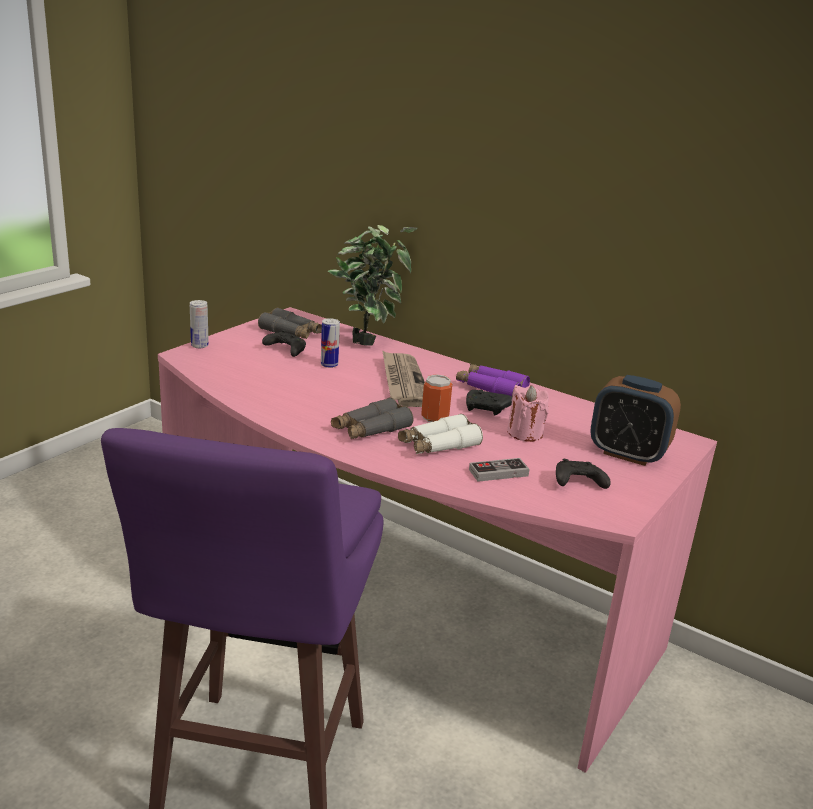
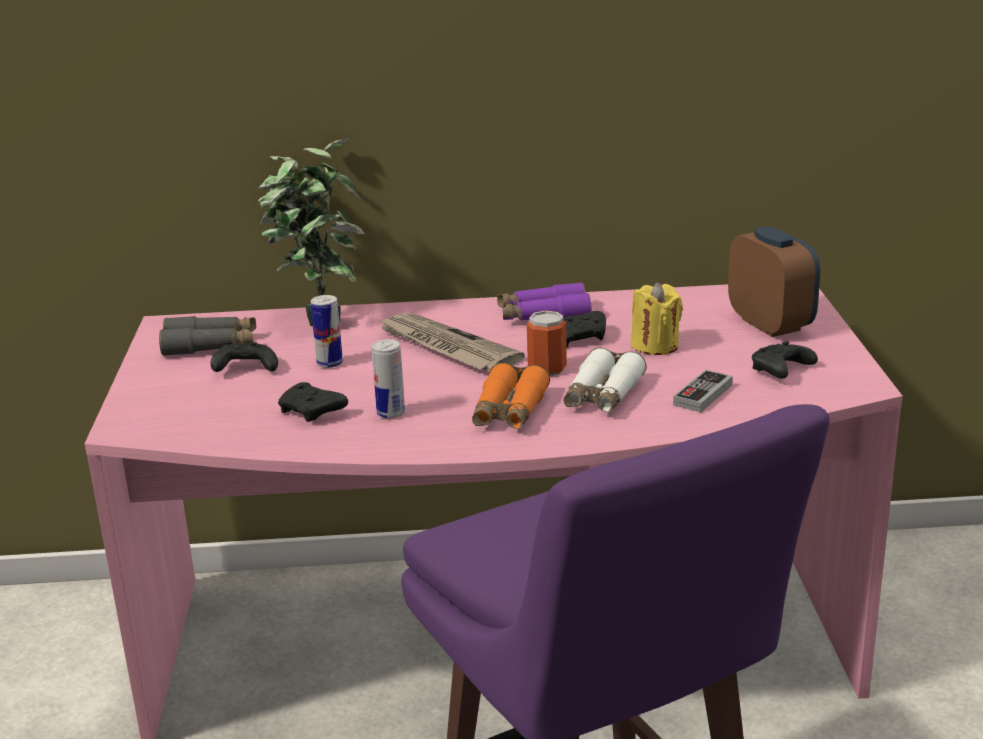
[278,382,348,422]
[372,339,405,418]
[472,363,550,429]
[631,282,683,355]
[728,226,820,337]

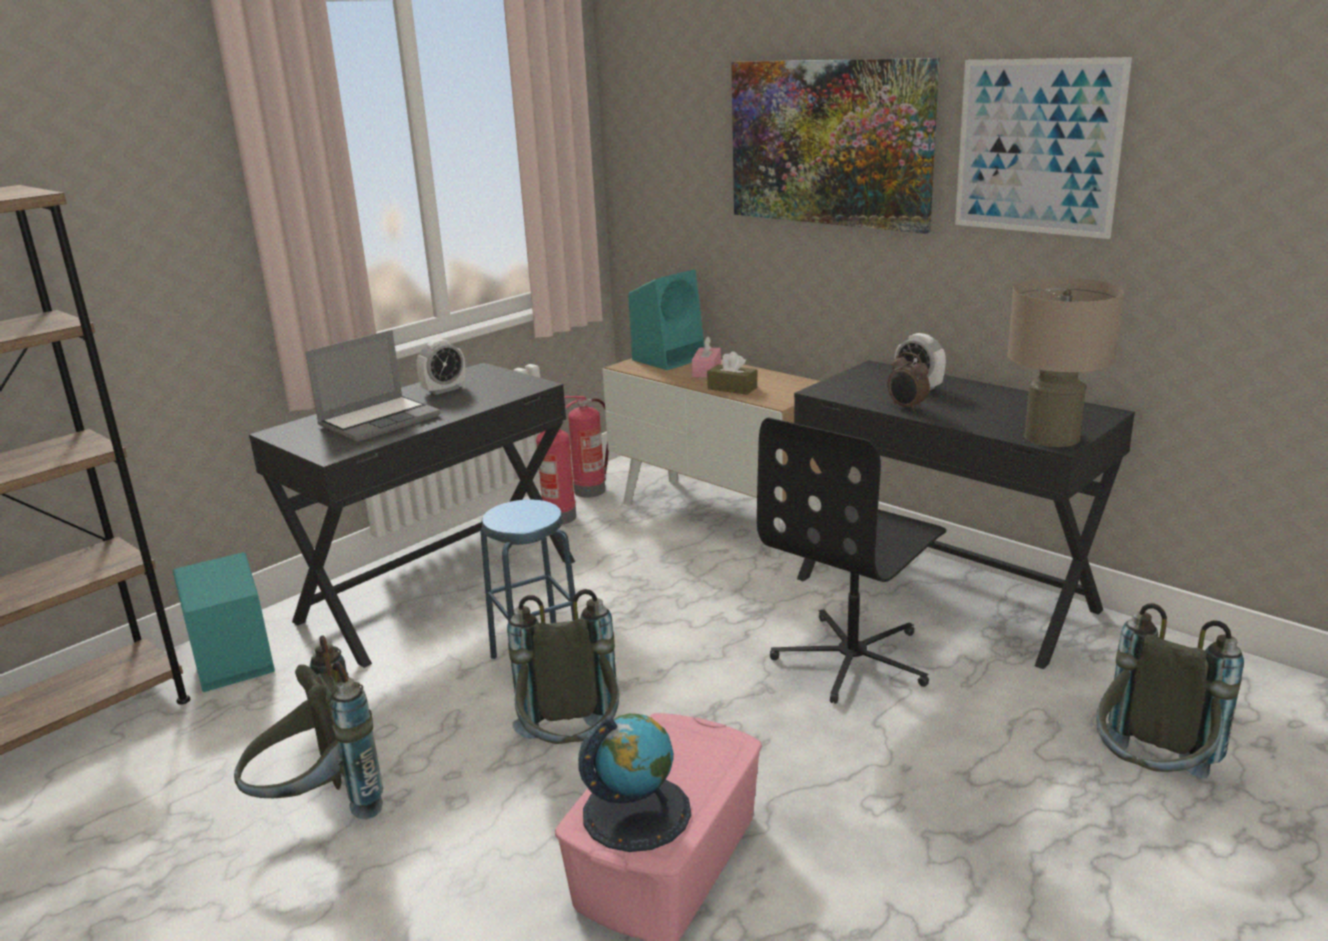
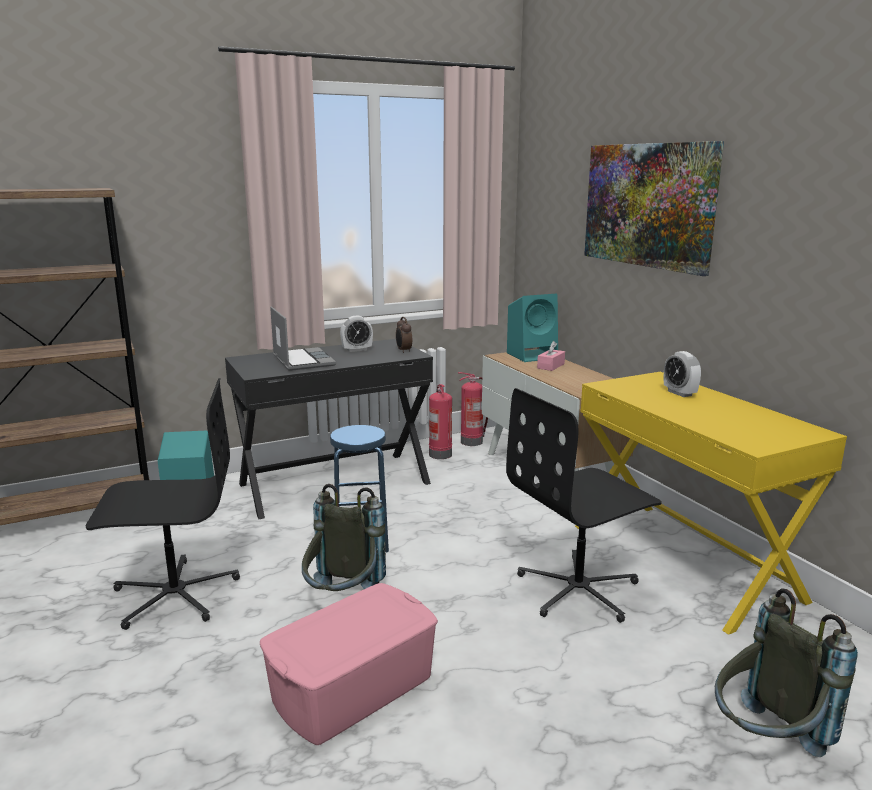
[86,378,240,630]
[270,307,336,371]
[396,317,412,353]
[575,372,847,635]
[578,713,691,852] (first image)
[707,351,757,395] (first image)
[955,57,1132,239] (first image)
[1007,278,1124,447] (first image)

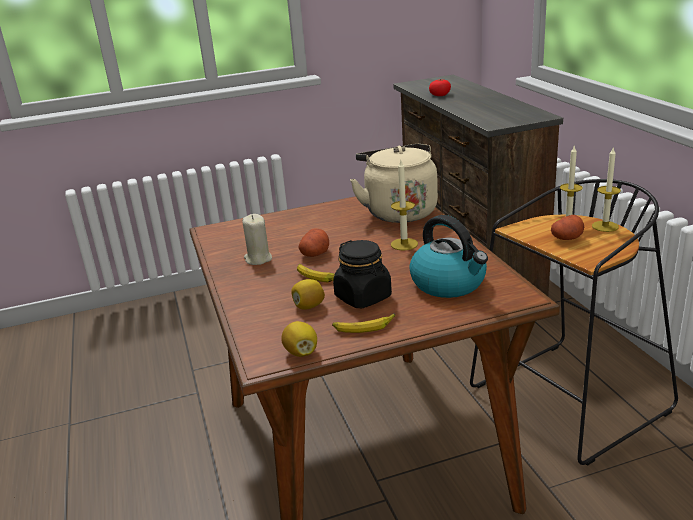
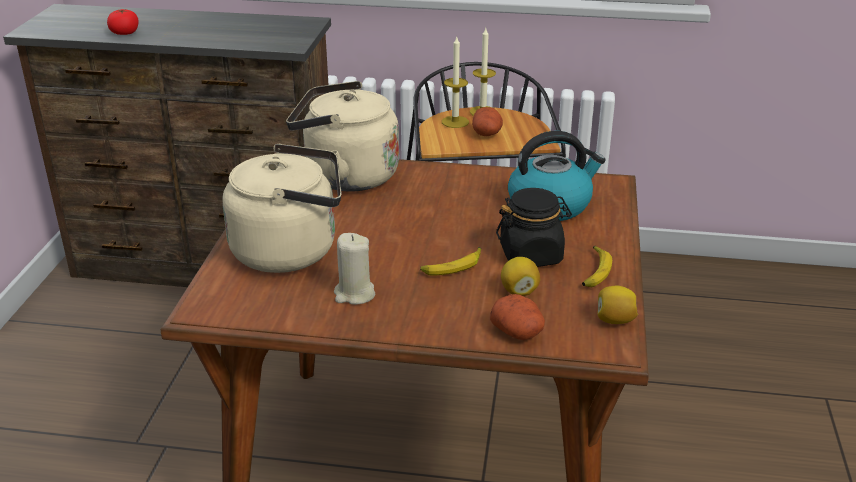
[222,144,341,273]
[490,294,545,340]
[391,161,418,251] (first image)

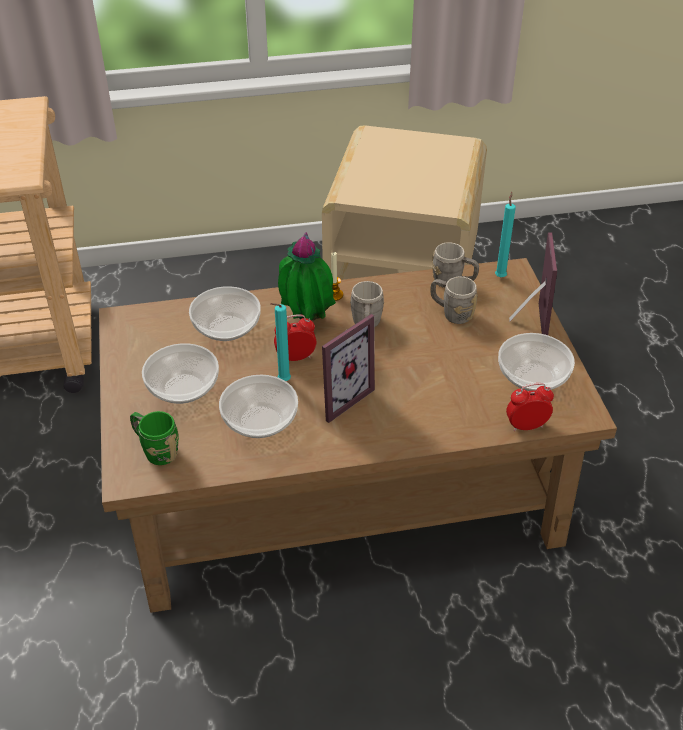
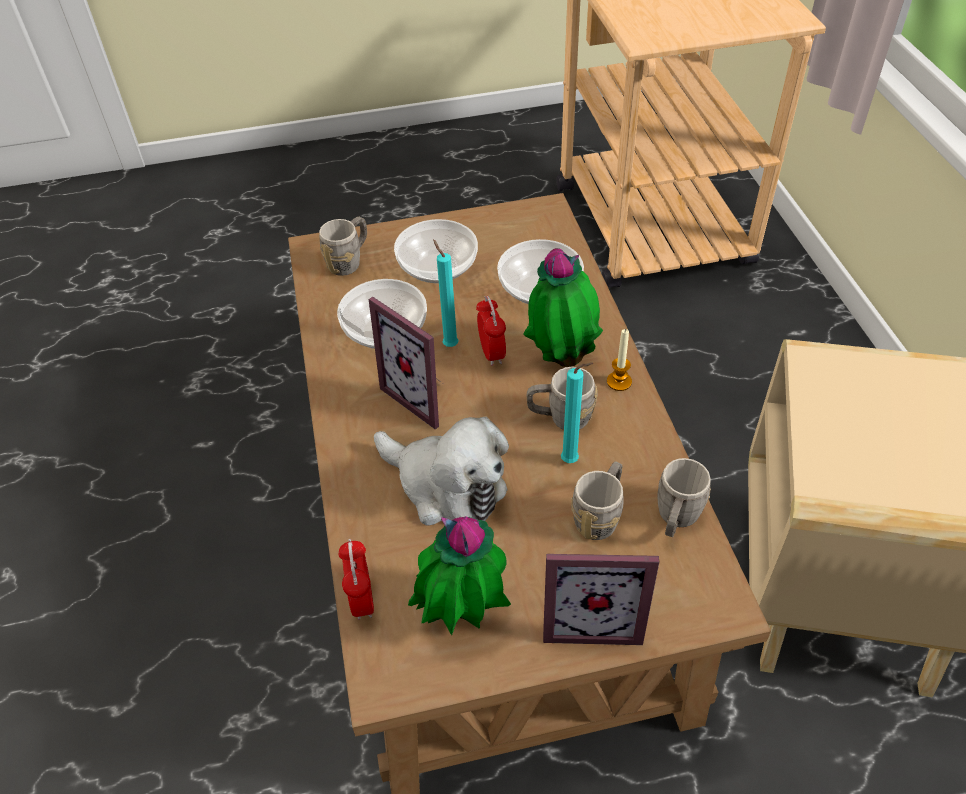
[319,217,367,276]
[374,417,509,526]
[408,516,511,635]
[561,362,593,463]

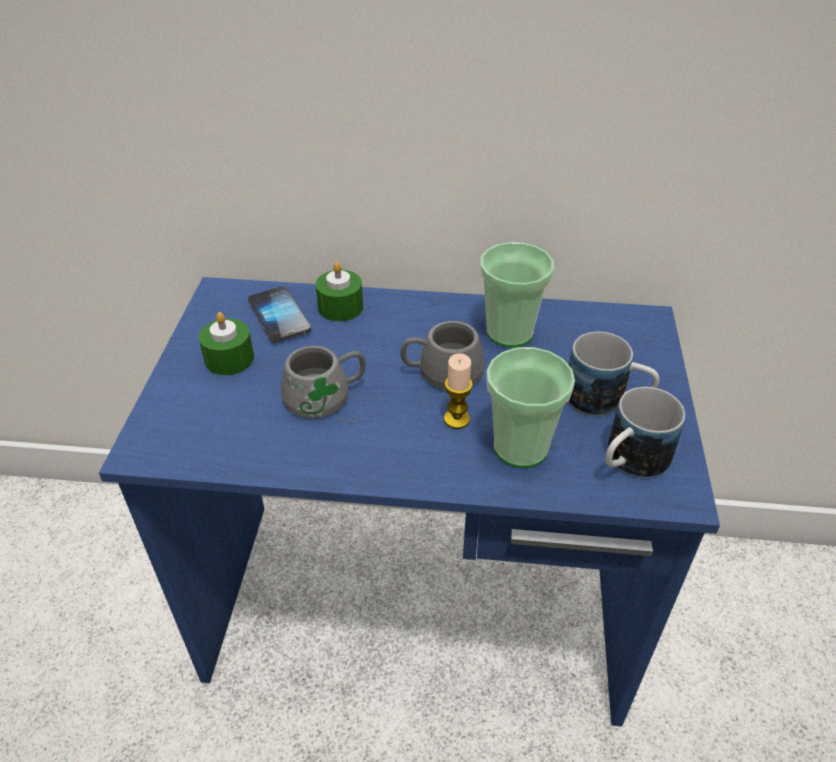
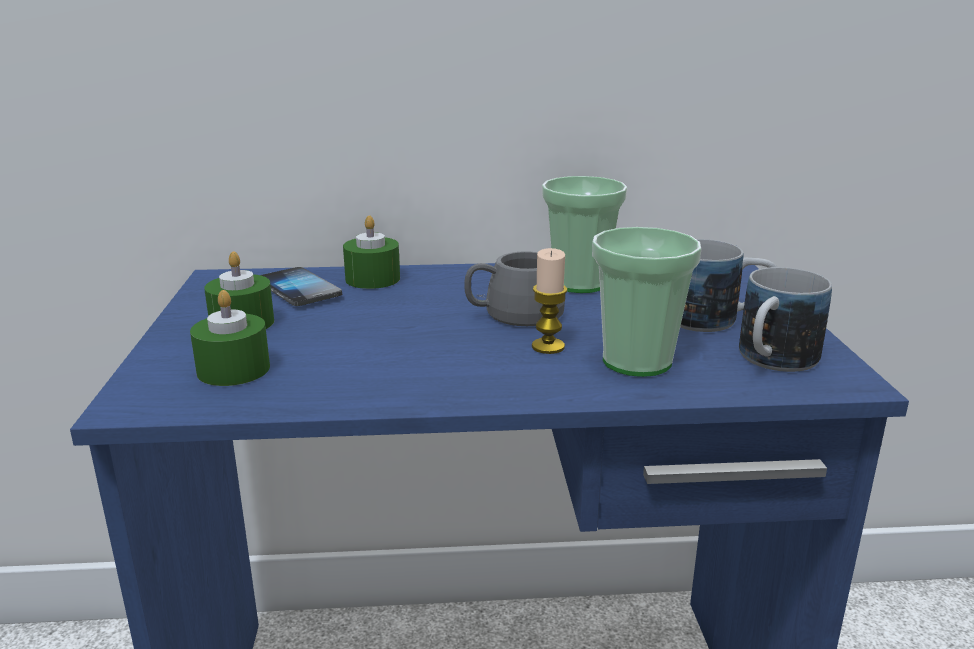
[190,290,270,386]
[281,346,366,423] (first image)

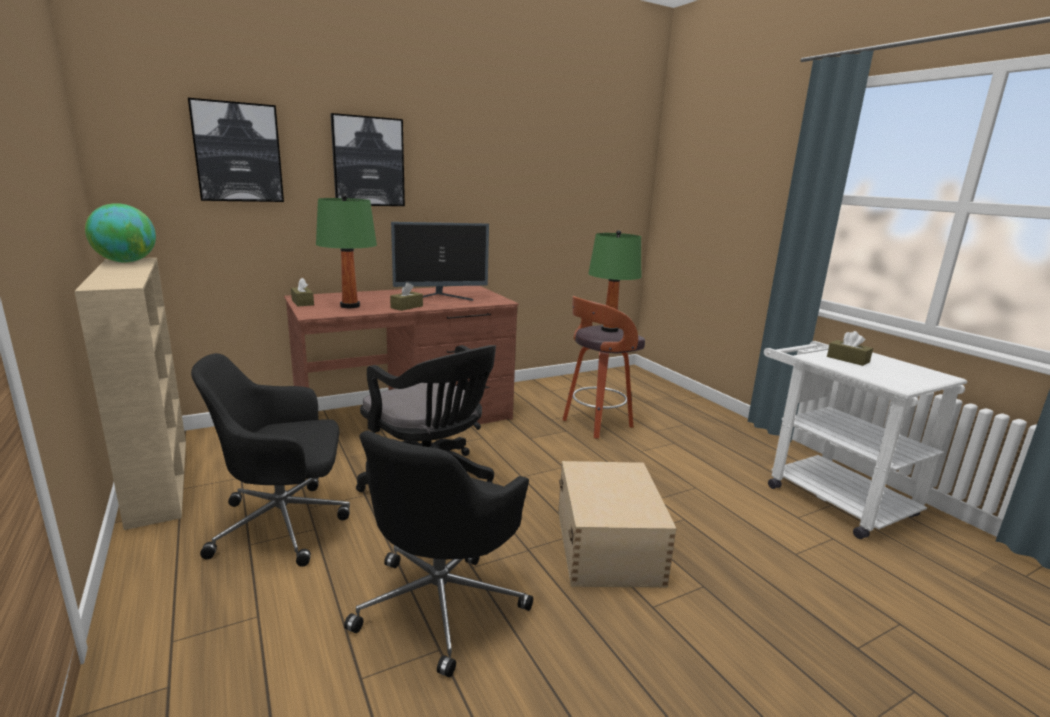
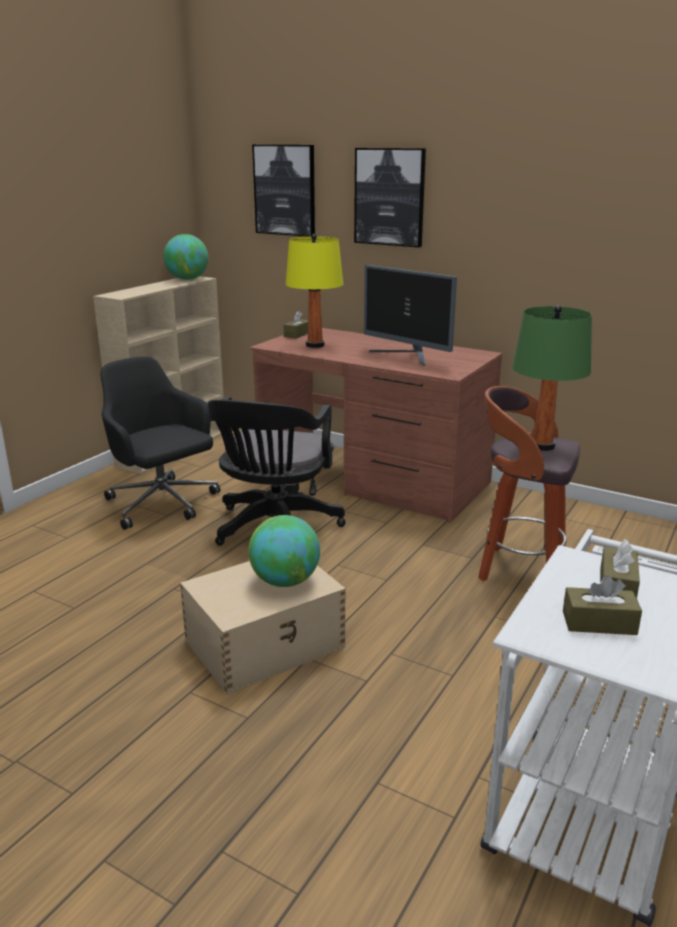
[248,515,320,587]
[286,234,343,348]
[563,575,642,635]
[344,431,533,677] (first image)

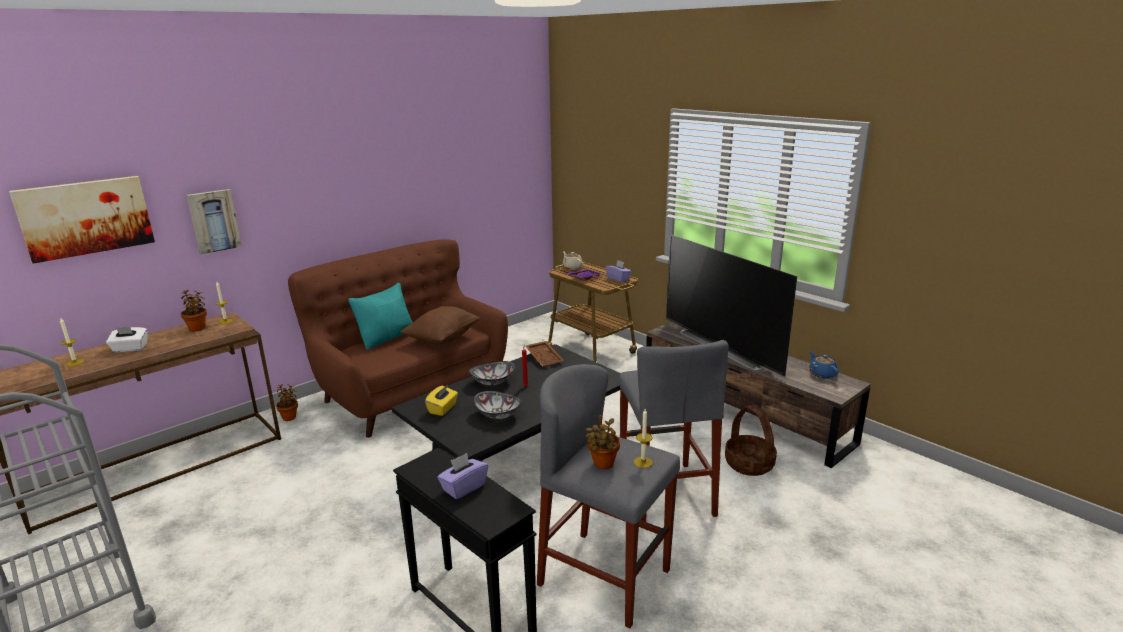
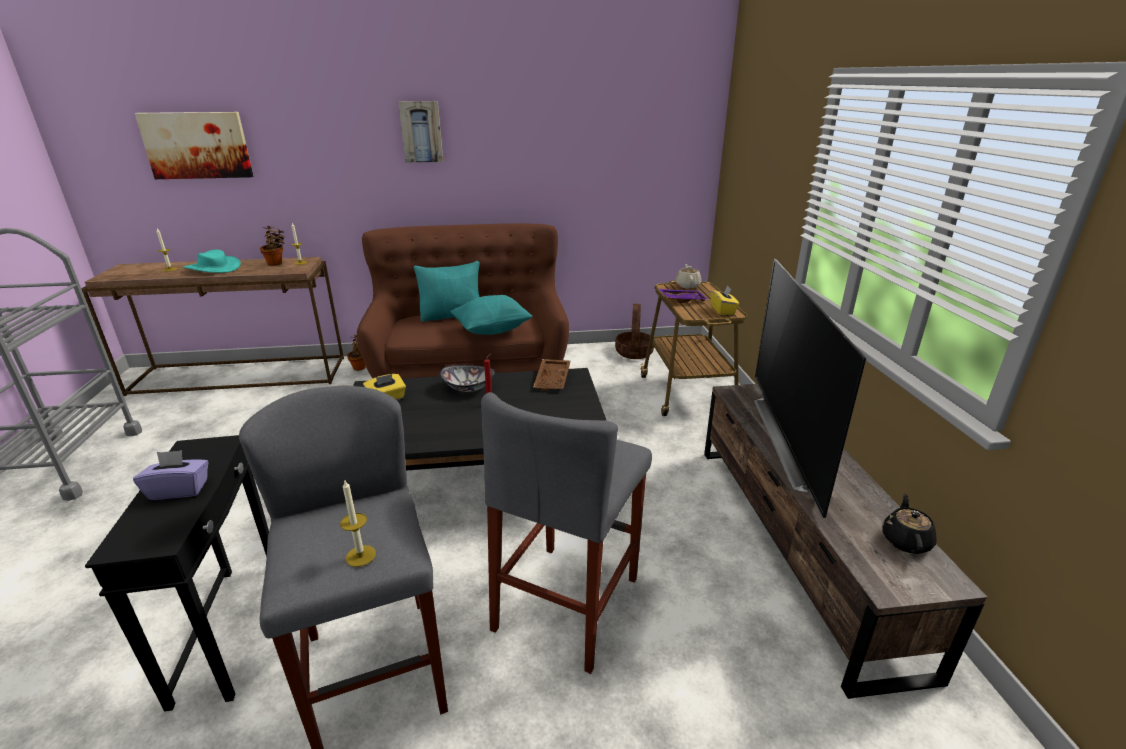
[184,250,241,273]
[398,101,443,163]
[450,295,532,335]
[615,304,654,359]
[710,285,739,315]
[882,494,937,554]
[473,391,522,419] (first image)
[586,415,620,469] (first image)

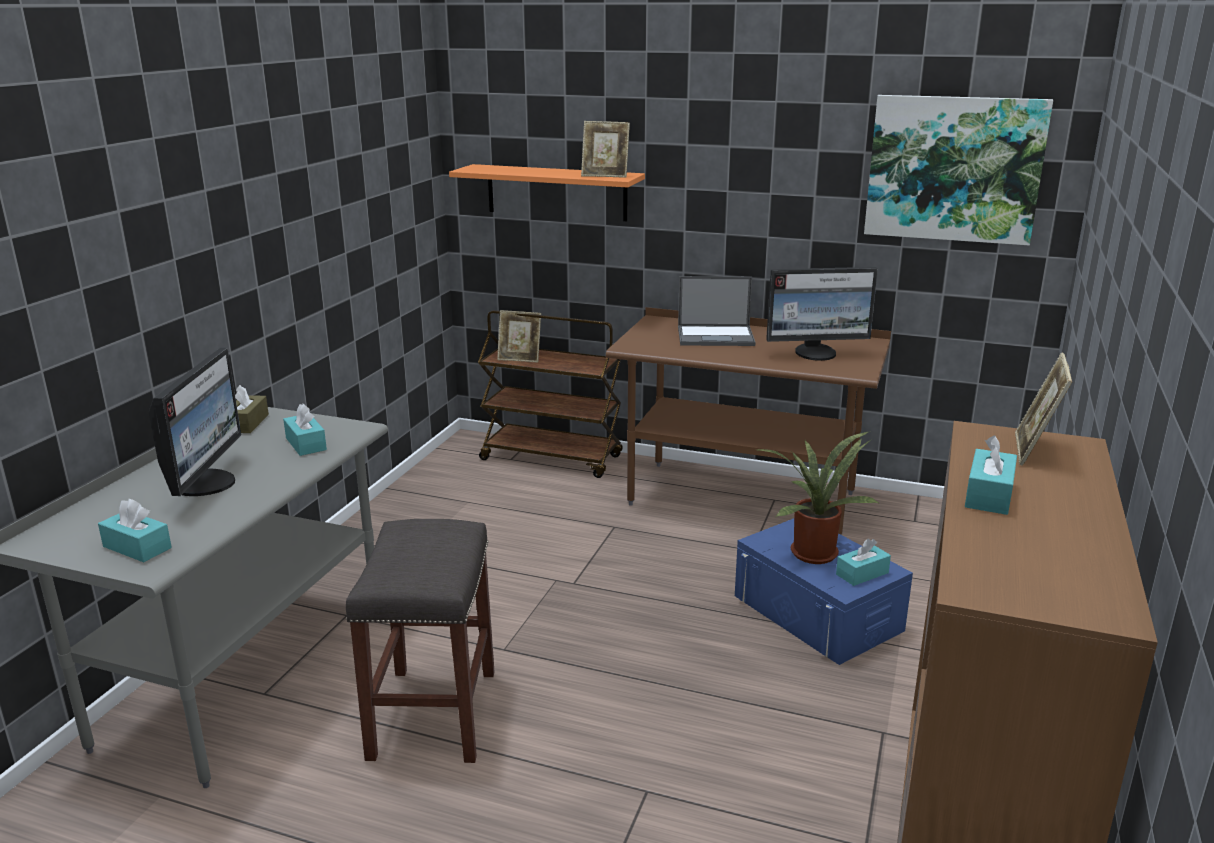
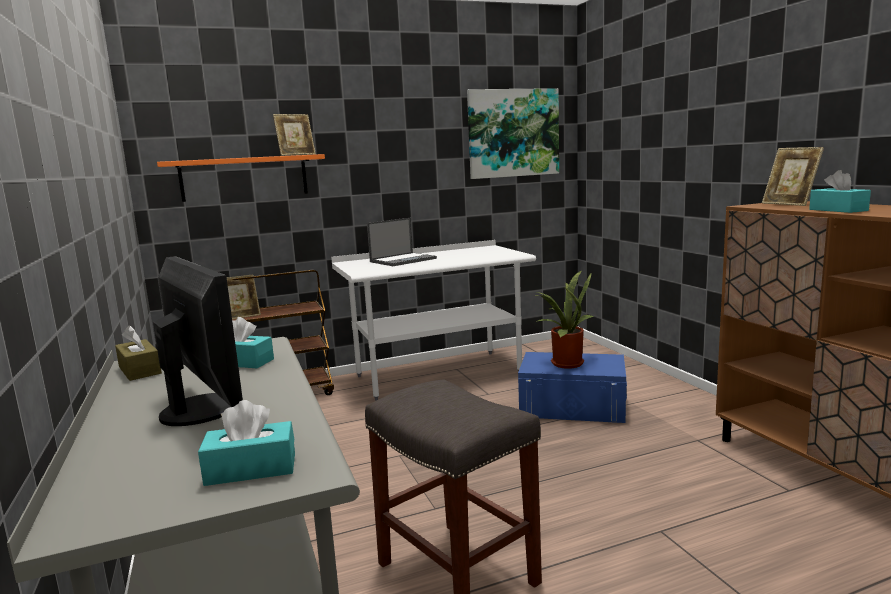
[331,240,536,401]
[766,267,878,361] (first image)
[836,539,891,586] (first image)

